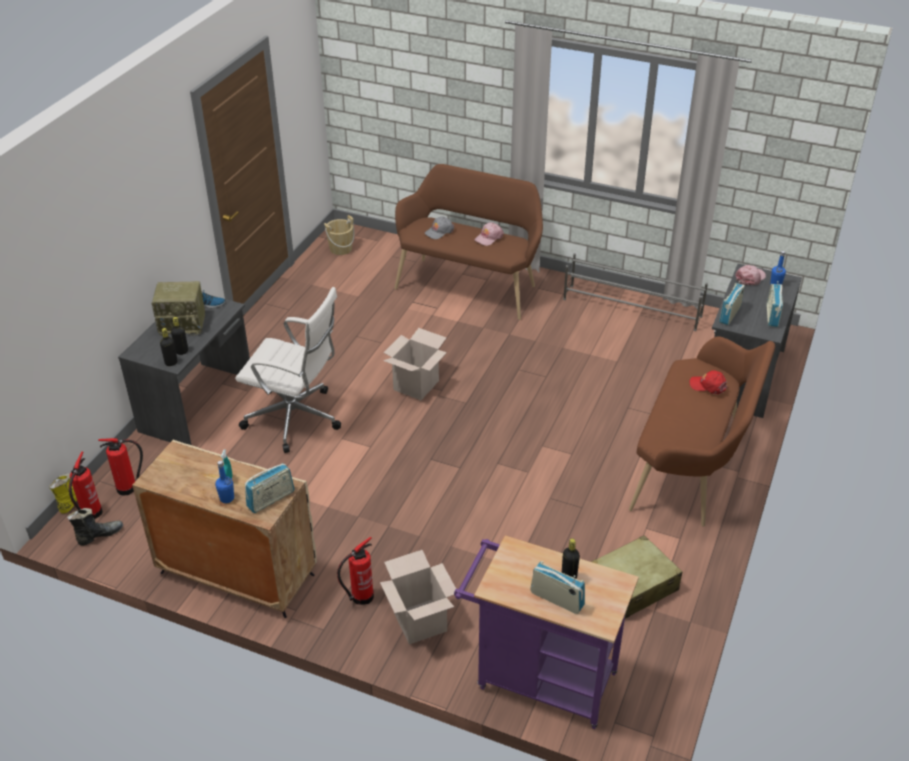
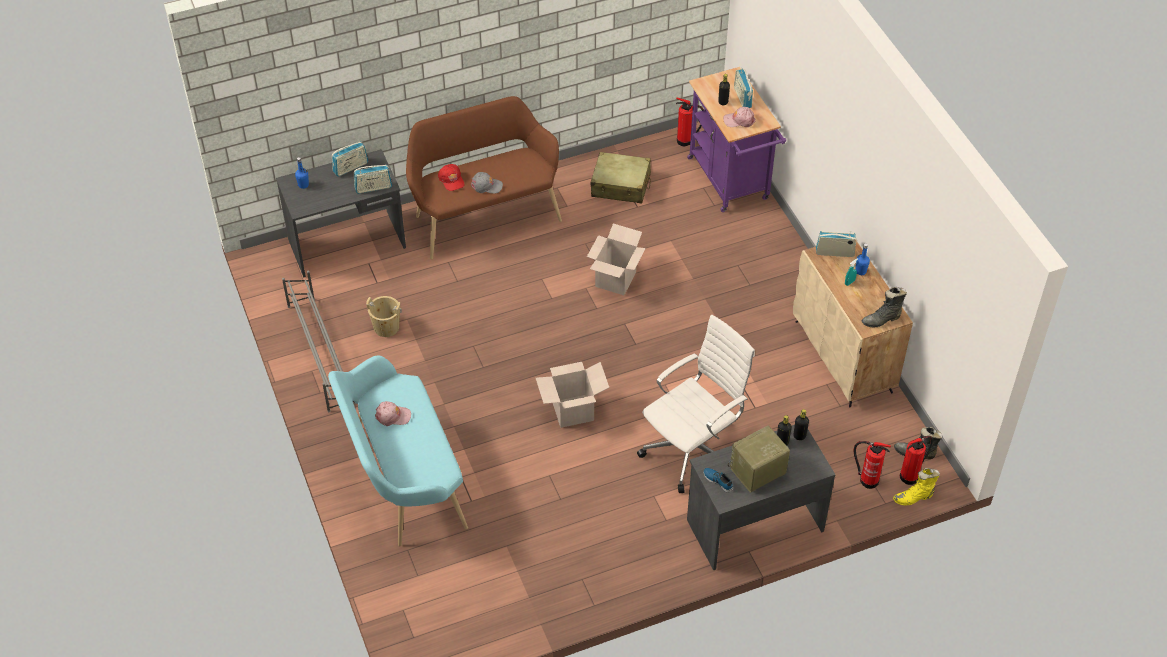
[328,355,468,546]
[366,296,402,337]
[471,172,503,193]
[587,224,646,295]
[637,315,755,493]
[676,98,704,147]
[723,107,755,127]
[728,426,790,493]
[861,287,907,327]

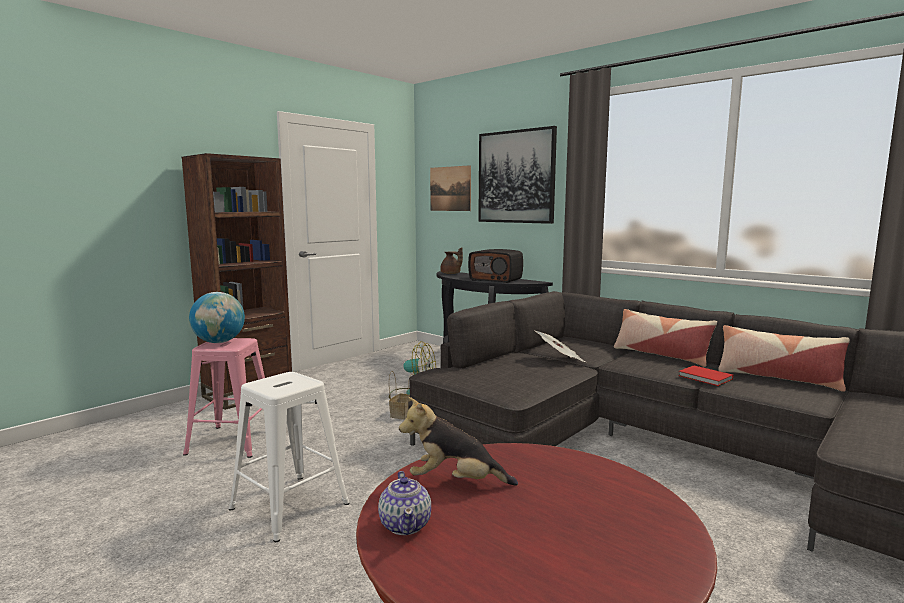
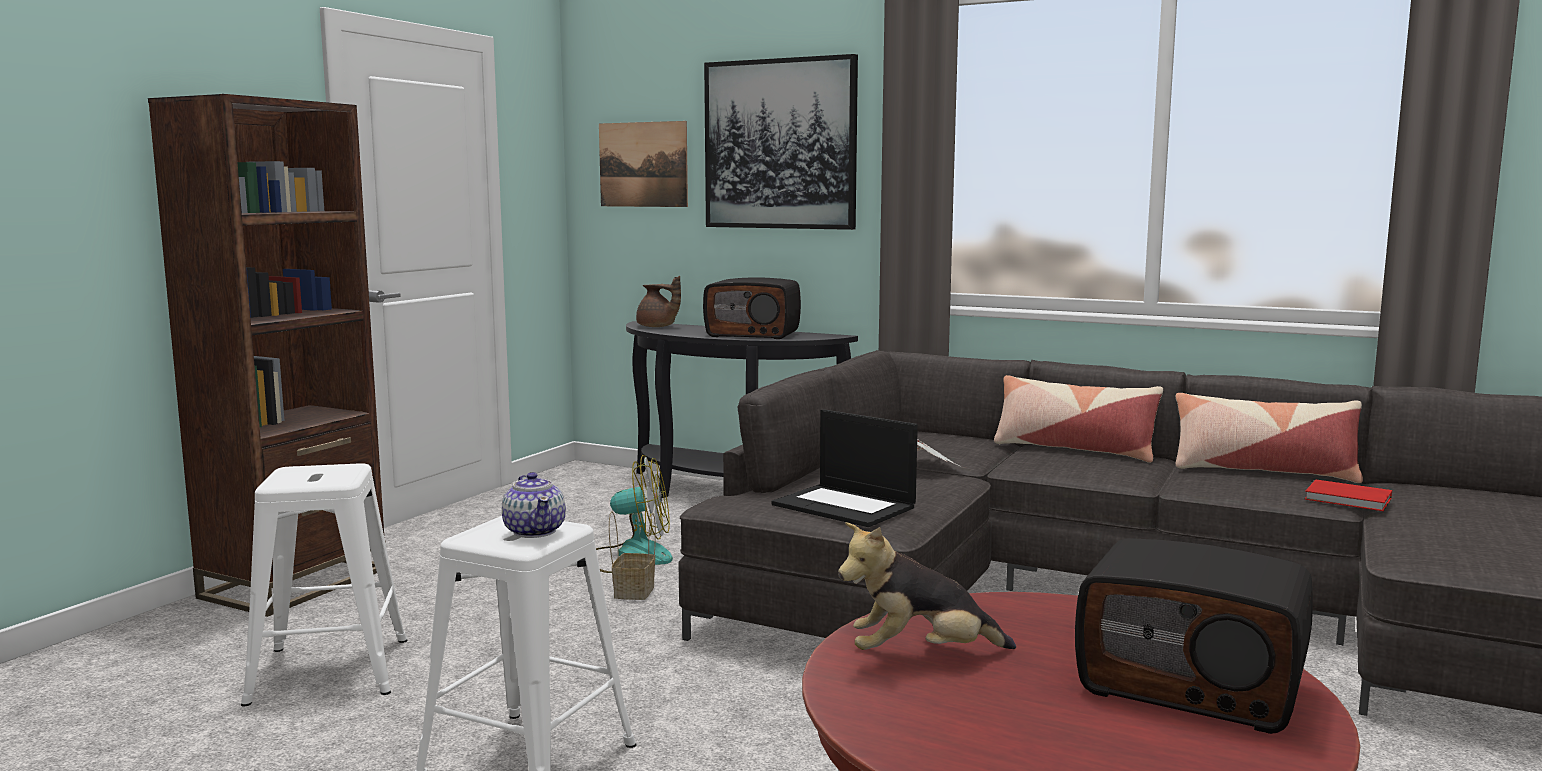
[241,463,408,707]
[502,472,566,538]
[772,409,918,527]
[1075,538,1313,734]
[1305,480,1392,511]
[189,292,245,343] (first image)

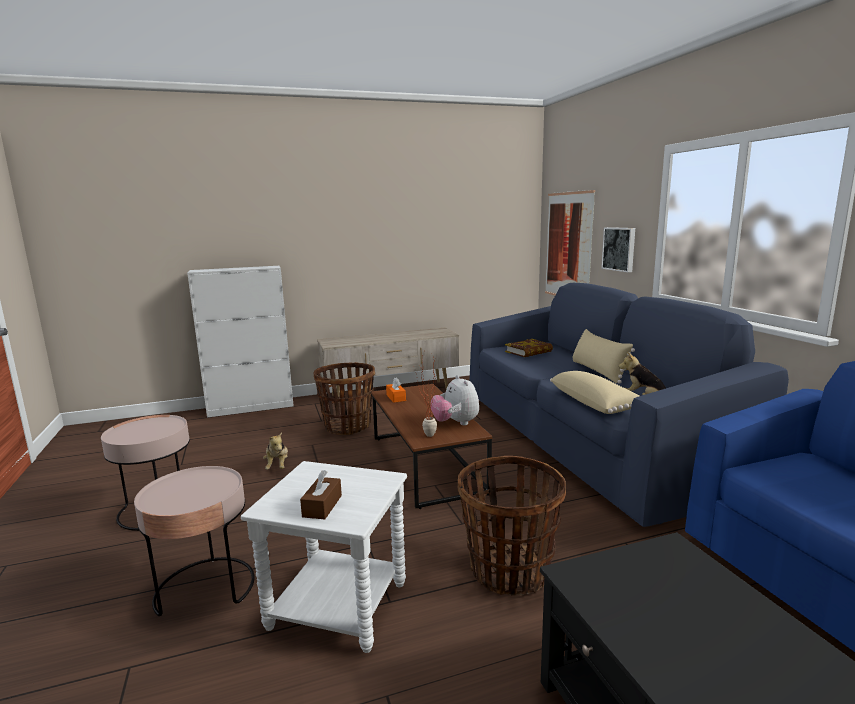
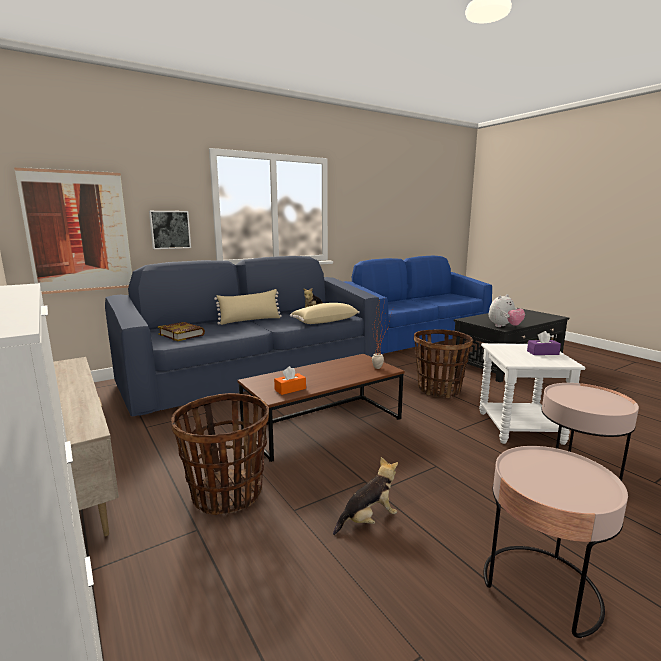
[489,294,525,327]
[527,331,561,355]

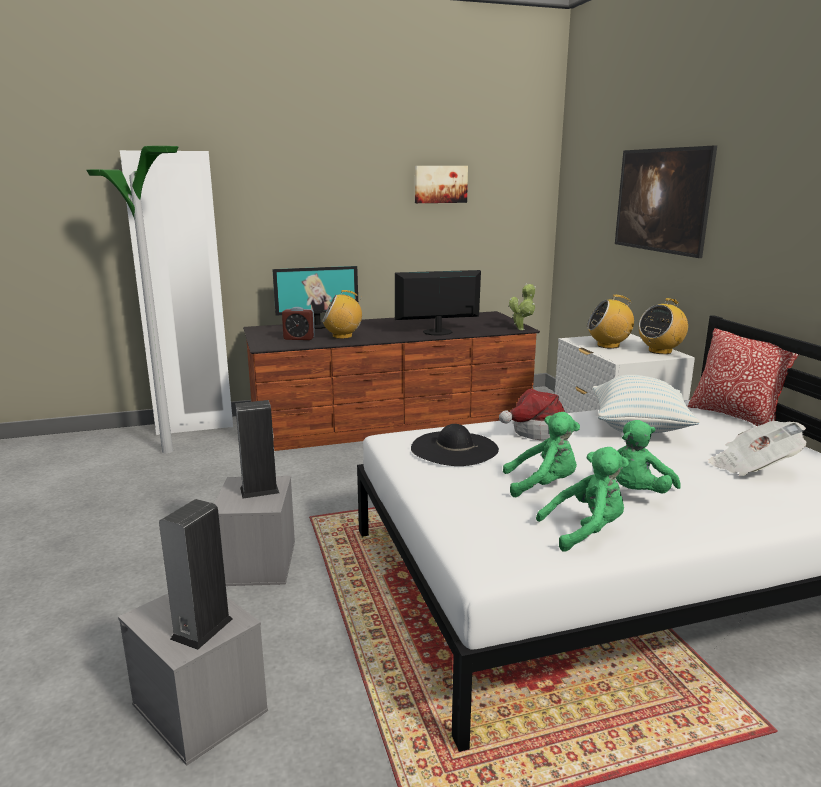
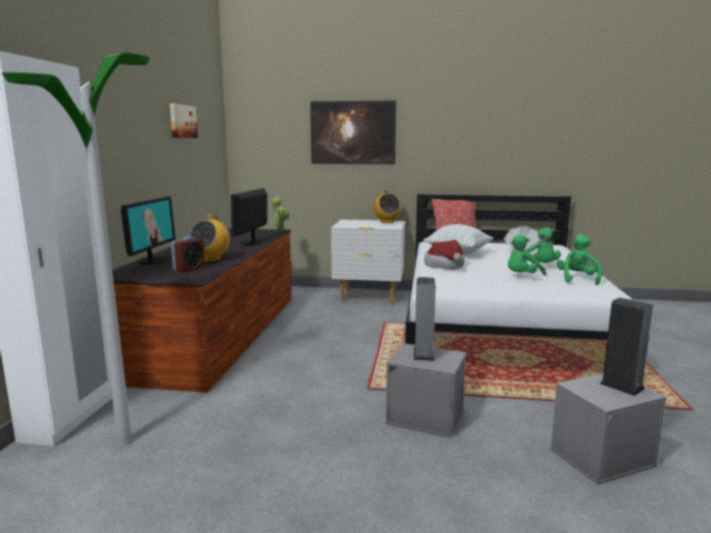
[508,234,546,276]
[411,424,499,466] (first image)
[587,295,634,349] (first image)

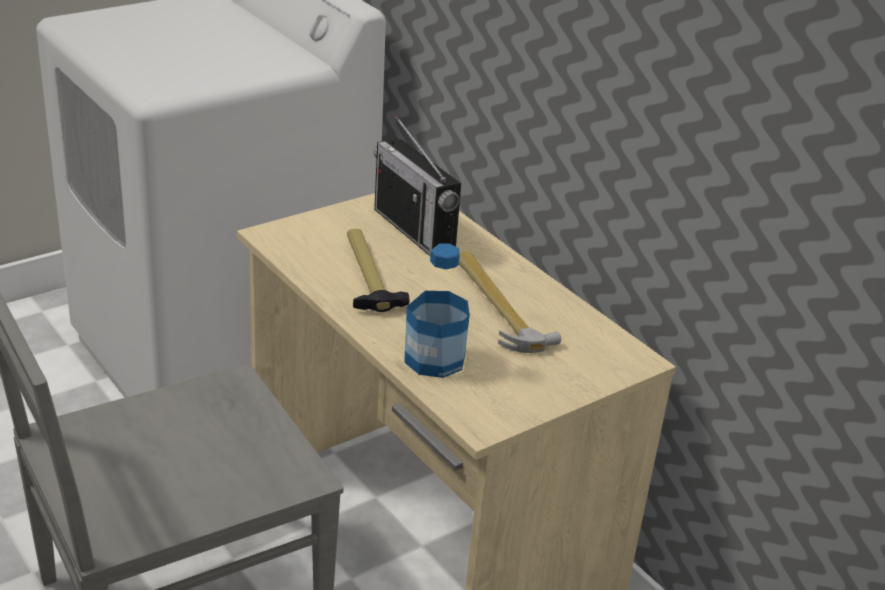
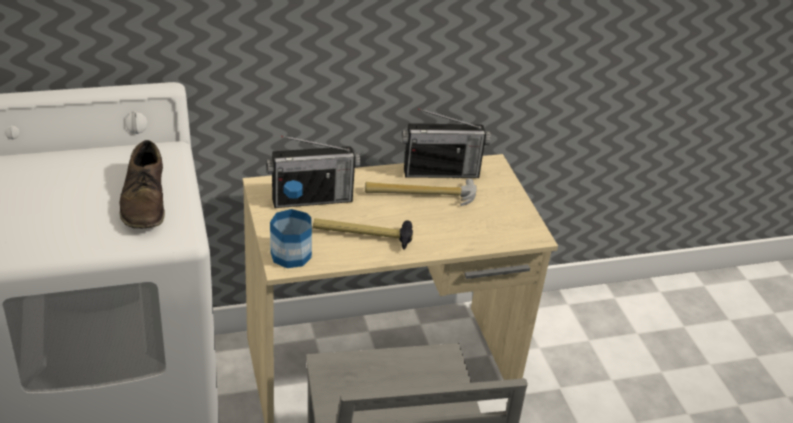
[119,140,165,229]
[270,180,312,268]
[402,108,491,178]

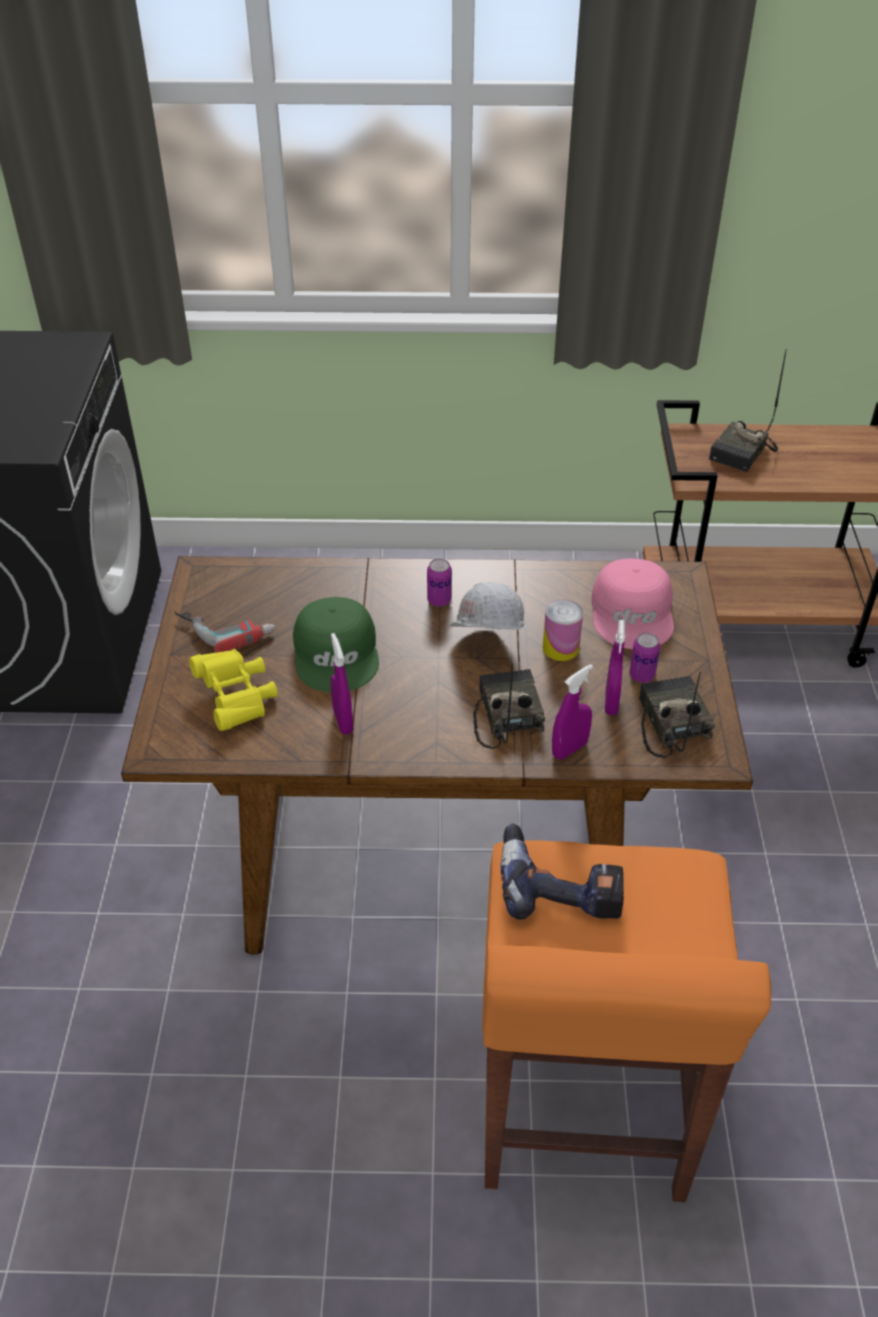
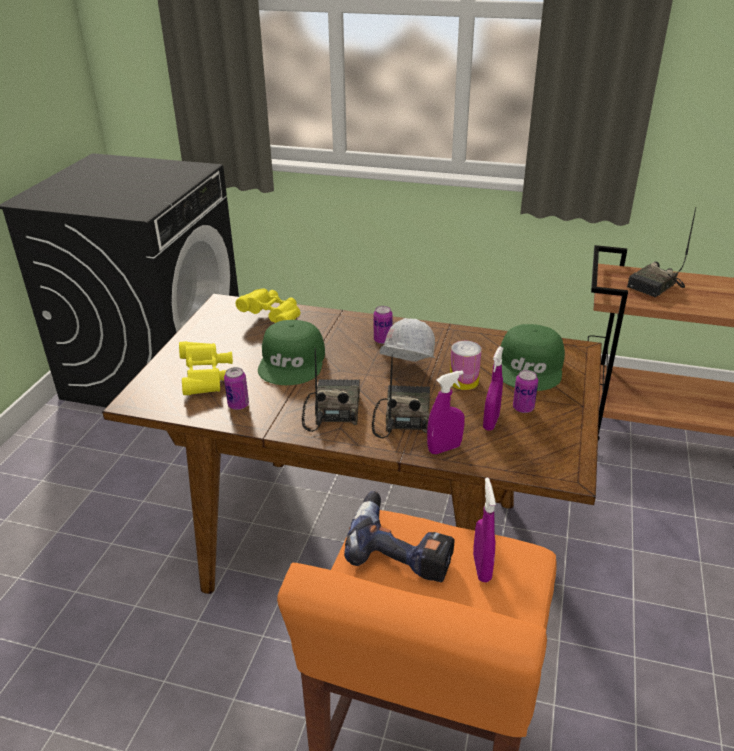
[224,367,249,410]
[236,289,301,323]
[302,348,360,432]
[473,478,496,582]
[500,324,565,391]
[175,611,276,653] (first image)

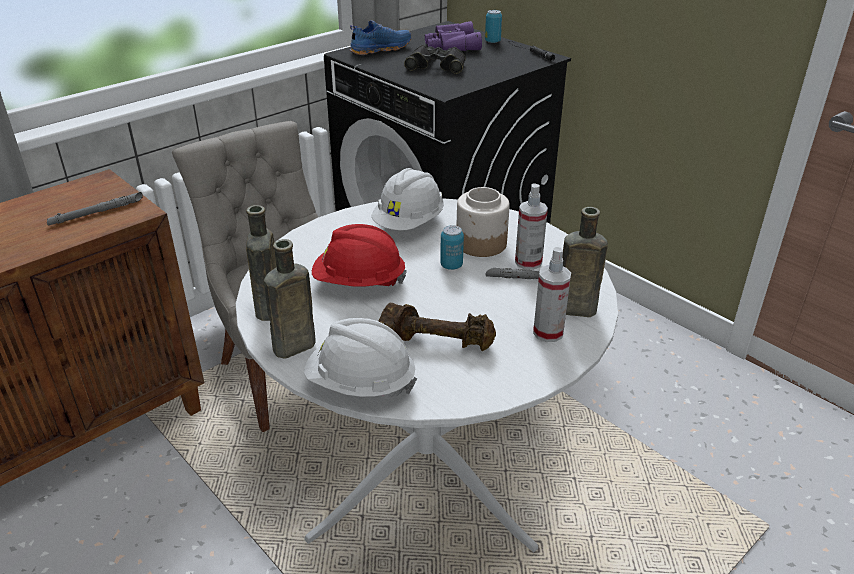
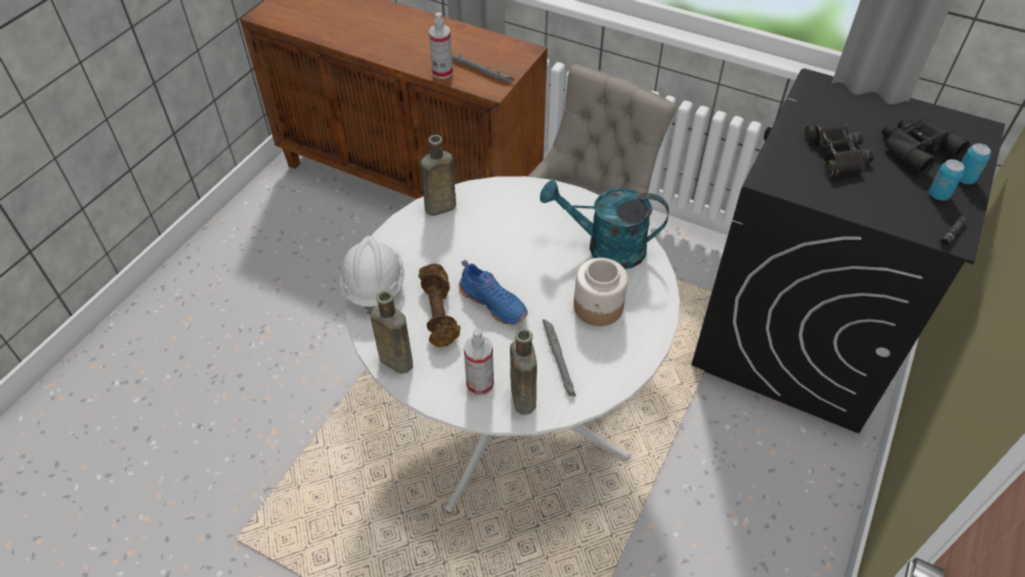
[370,291,413,374]
[429,12,453,79]
[459,260,528,325]
[540,180,669,269]
[882,118,970,175]
[929,159,964,201]
[312,224,407,287] (first image)

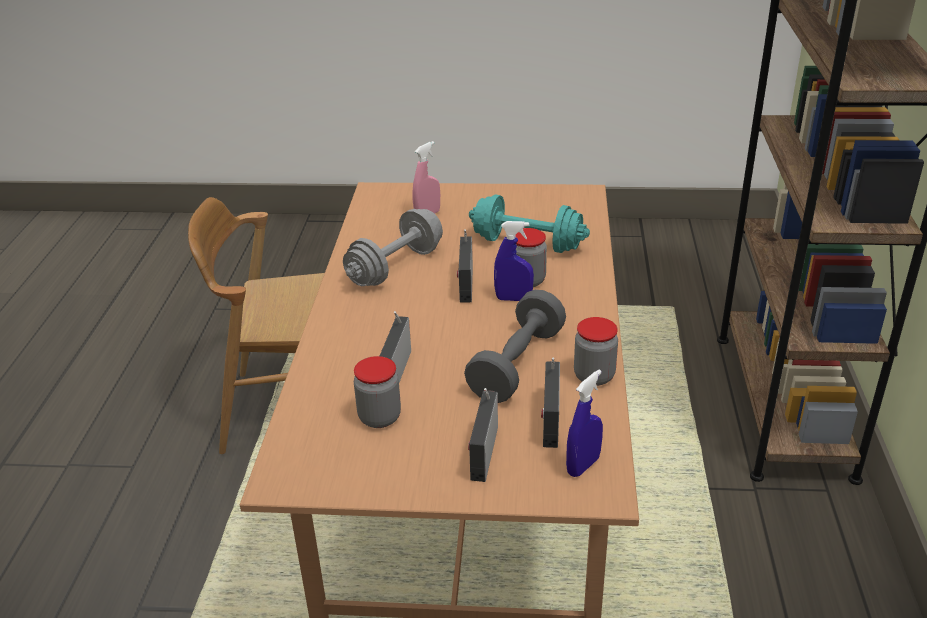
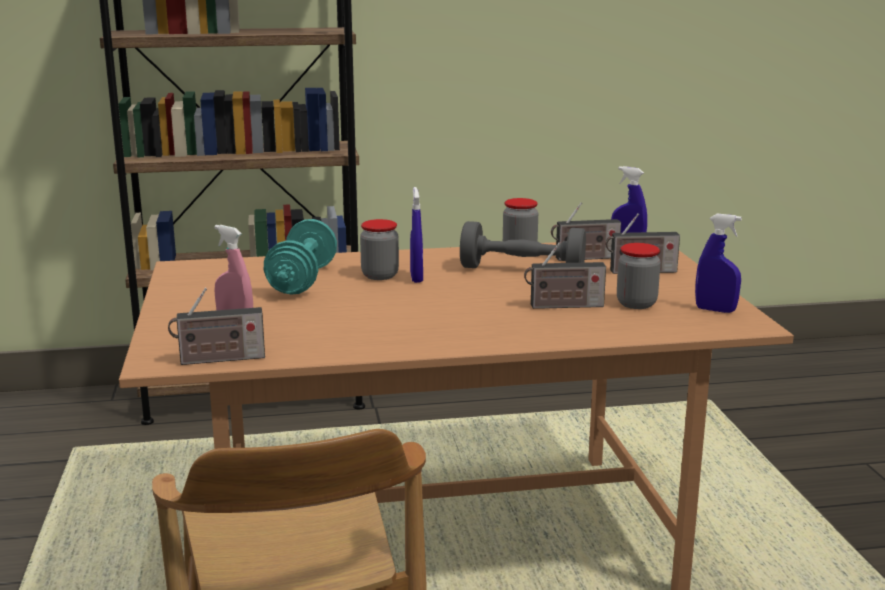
[168,288,265,365]
[695,214,742,313]
[343,209,443,286] (first image)

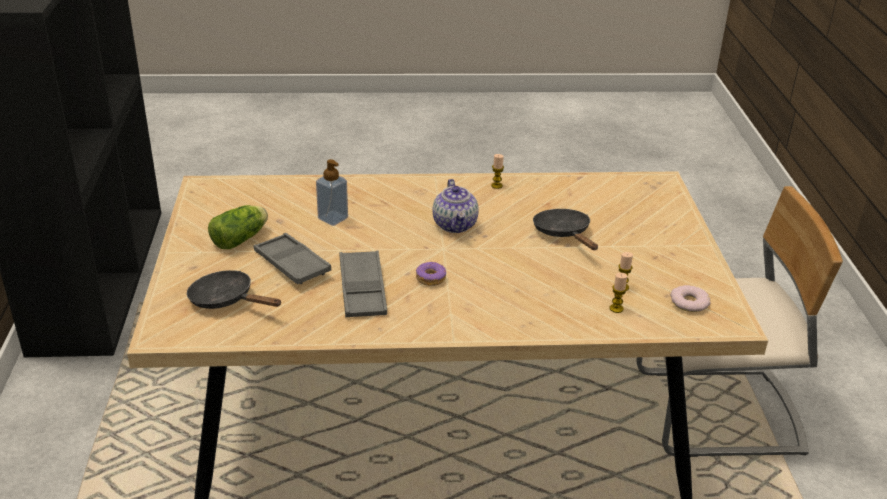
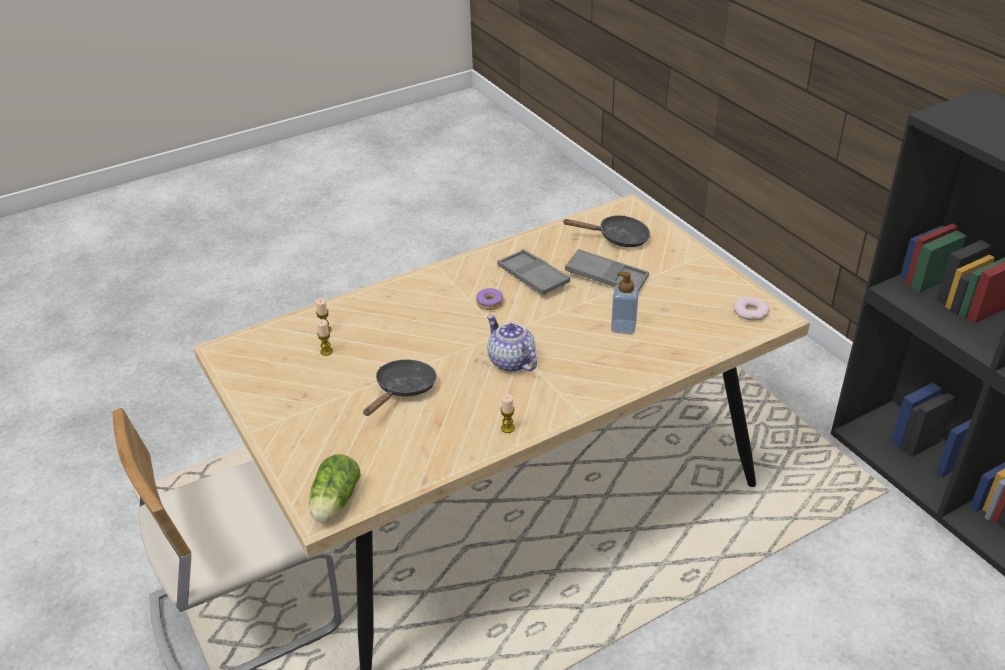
[309,454,361,522]
[363,360,437,416]
[733,296,770,321]

